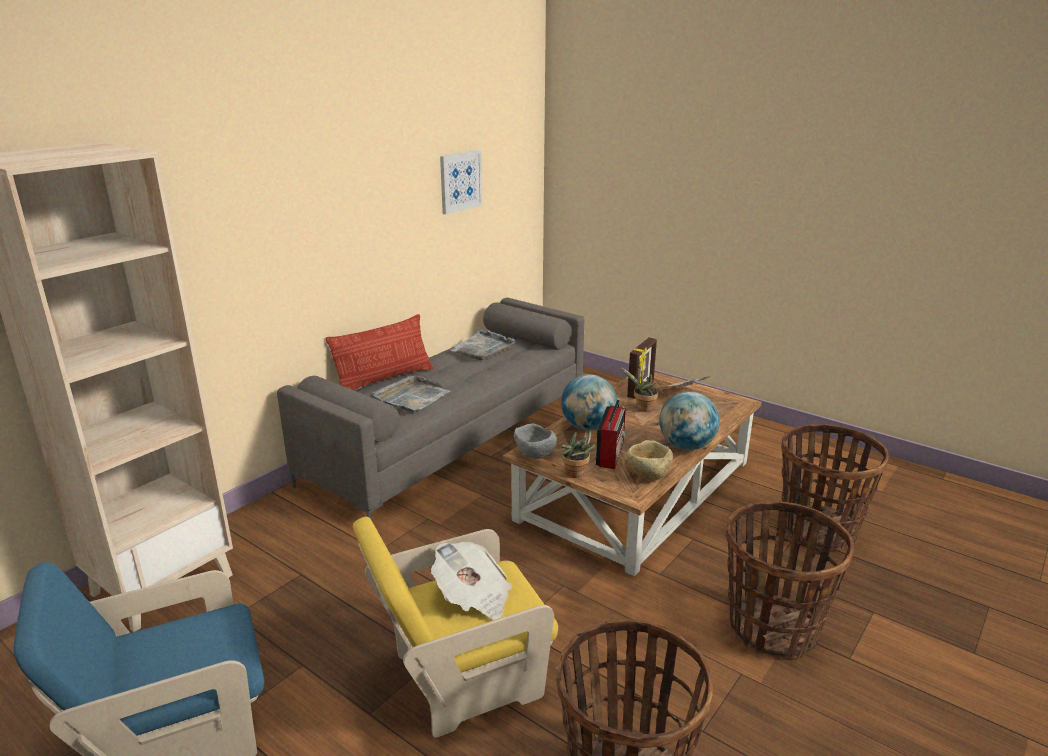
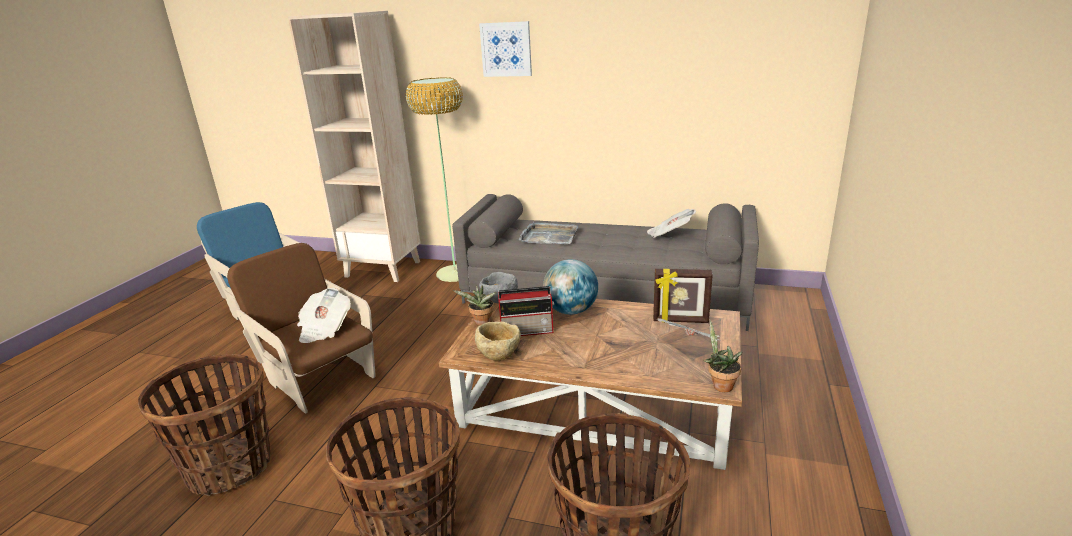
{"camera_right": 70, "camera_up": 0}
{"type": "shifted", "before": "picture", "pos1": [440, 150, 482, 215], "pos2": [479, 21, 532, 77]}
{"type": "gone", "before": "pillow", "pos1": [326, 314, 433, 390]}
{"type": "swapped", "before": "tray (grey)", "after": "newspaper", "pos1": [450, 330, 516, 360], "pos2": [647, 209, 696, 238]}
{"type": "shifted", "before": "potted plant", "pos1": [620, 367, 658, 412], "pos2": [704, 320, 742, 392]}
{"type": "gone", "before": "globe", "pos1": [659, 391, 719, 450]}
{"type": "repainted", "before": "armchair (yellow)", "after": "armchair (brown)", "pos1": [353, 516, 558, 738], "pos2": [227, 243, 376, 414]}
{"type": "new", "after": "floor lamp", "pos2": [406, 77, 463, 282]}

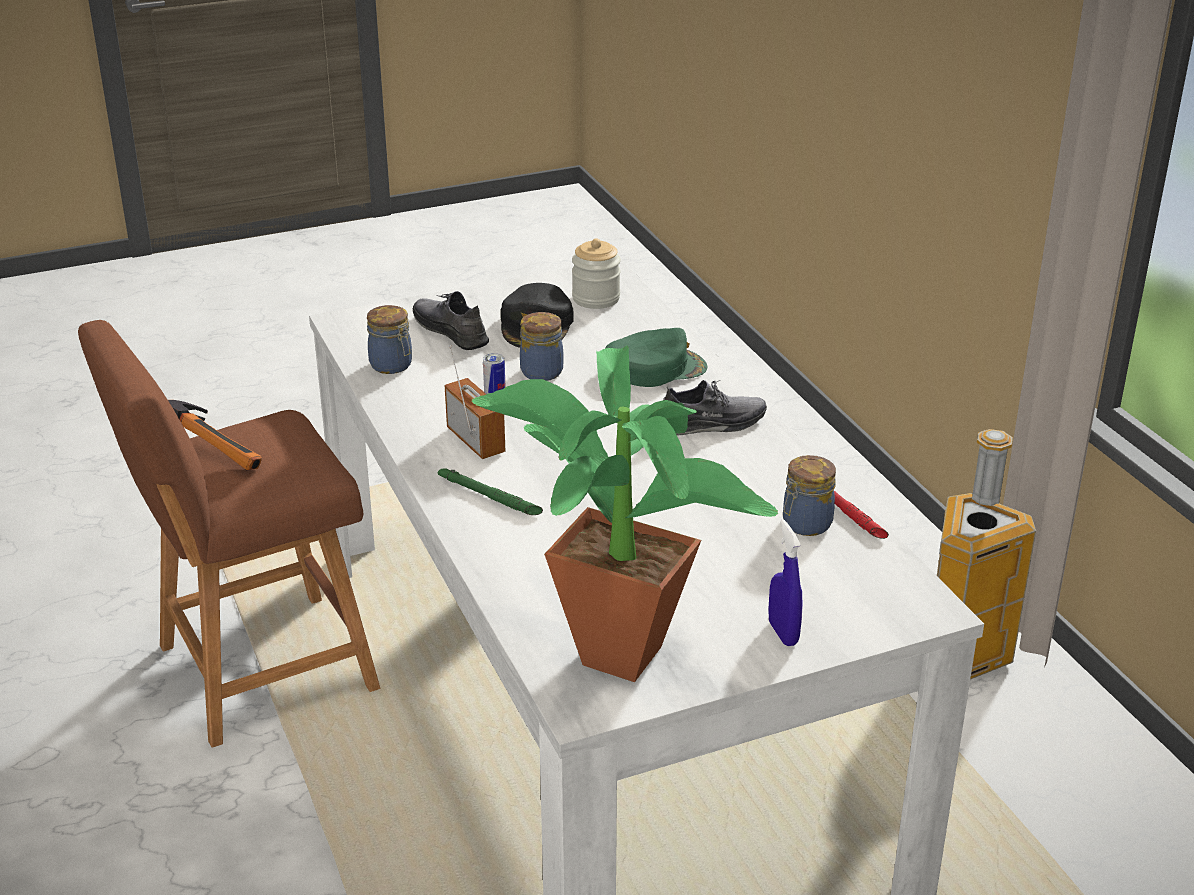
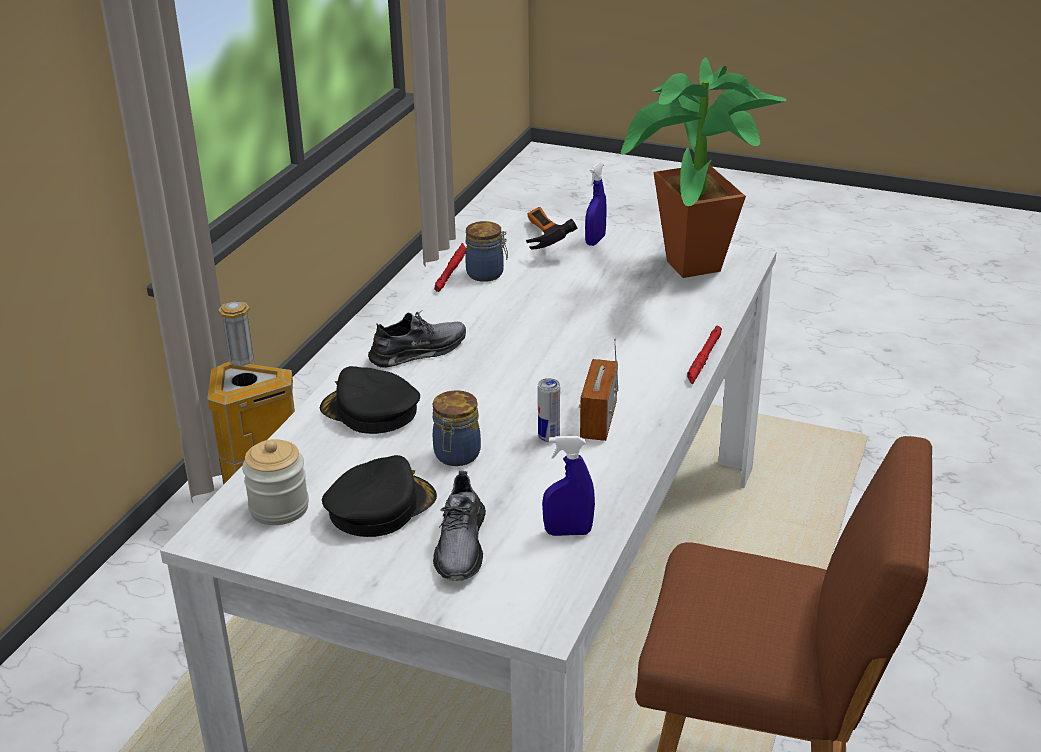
{"camera_right": -135, "camera_up": 0}
{"type": "swapped", "before": "jar", "after": "spray bottle (blue)", "pos1": [367, 305, 412, 374], "pos2": [542, 436, 595, 536]}
{"type": "repainted", "before": "cap (green)", "after": "cap (black)", "pos1": [605, 328, 708, 387], "pos2": [320, 366, 420, 434]}
{"type": "rotated", "before": "shoe (grey)", "pos1": [663, 380, 767, 435], "pos2": [368, 311, 466, 368], "turn": 120}
{"type": "shifted", "before": "hammer", "pos1": [168, 400, 262, 470], "pos2": [526, 207, 578, 249]}
{"type": "gone", "before": "flashlight (green)", "pos1": [438, 468, 543, 515]}
{"type": "new", "after": "flashlight (red)", "pos2": [687, 326, 722, 384]}

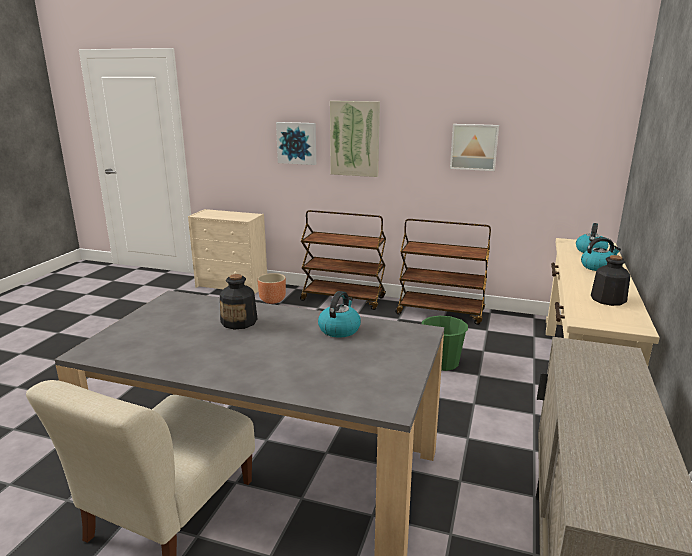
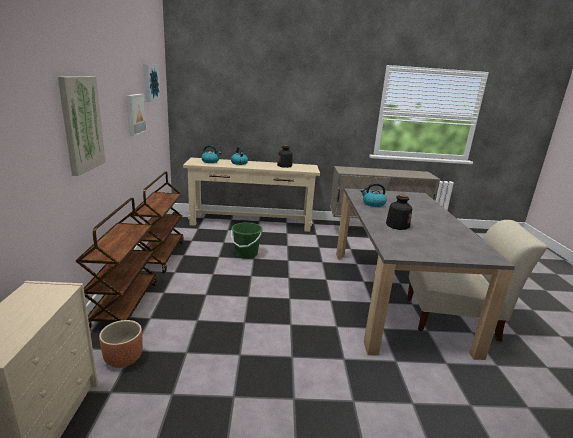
{"camera_right": -110, "camera_up": 0}
{"type": "shifted", "before": "picture", "pos1": [276, 122, 316, 165], "pos2": [143, 64, 161, 102]}

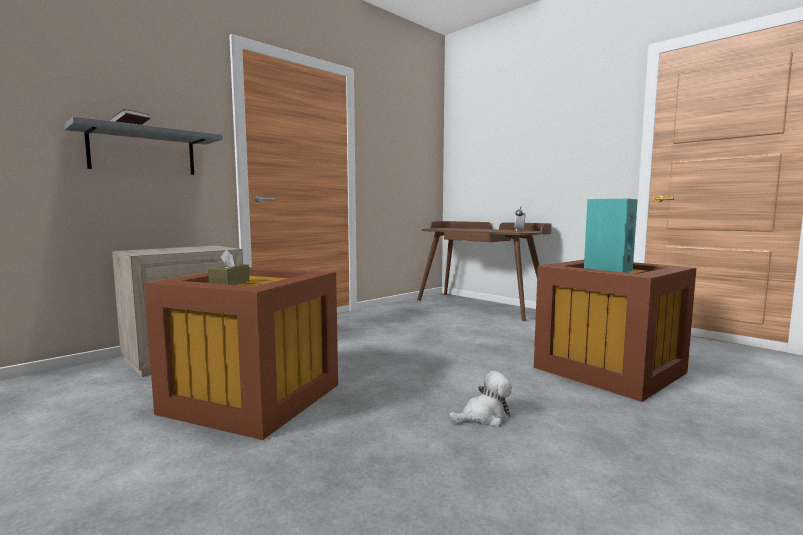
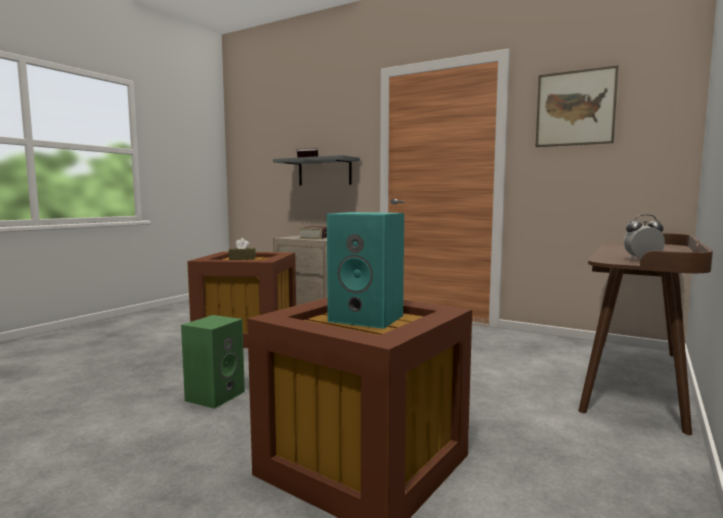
{"camera_right": 75, "camera_up": 0}
{"type": "swapped", "before": "plush toy", "after": "speaker (green)", "pos1": [449, 371, 512, 427], "pos2": [181, 315, 245, 409]}
{"type": "new", "after": "picture", "pos2": [536, 65, 618, 147]}
{"type": "new", "after": "book", "pos2": [299, 226, 327, 239]}

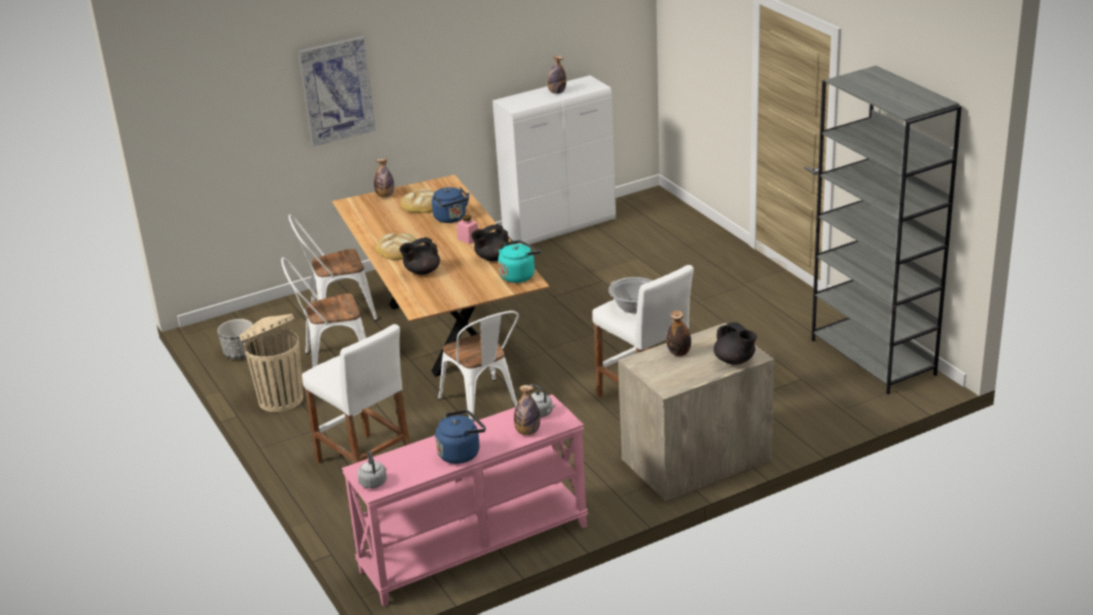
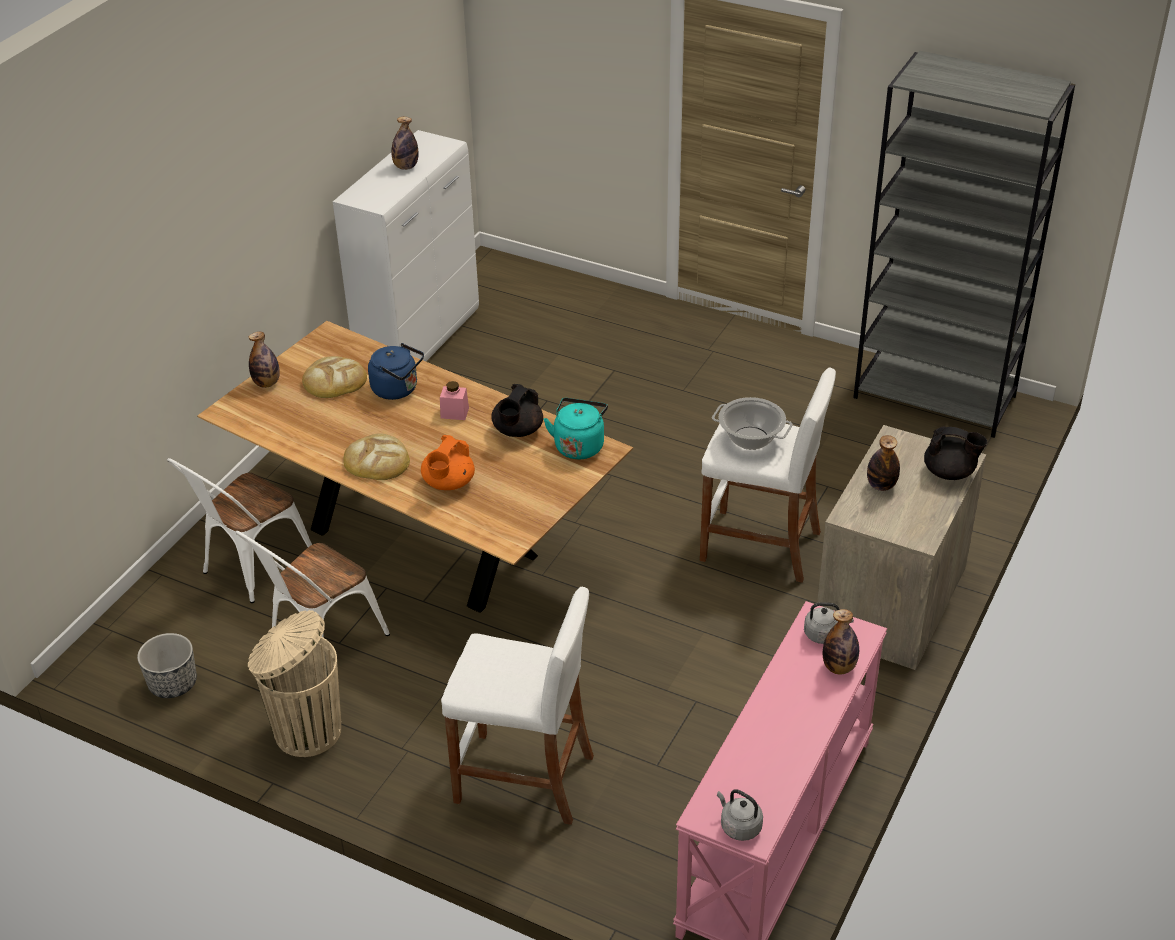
{"camera_right": -35, "camera_up": 10}
{"type": "gone", "before": "picture", "pos1": [298, 36, 376, 146]}
{"type": "repainted", "before": "teapot (black)", "after": "teapot (orange)", "pos1": [400, 237, 440, 275], "pos2": [421, 435, 475, 490]}
{"type": "gone", "before": "chair (white)", "pos1": [438, 311, 519, 421]}
{"type": "gone", "before": "kettle (blue)", "pos1": [435, 410, 486, 464]}

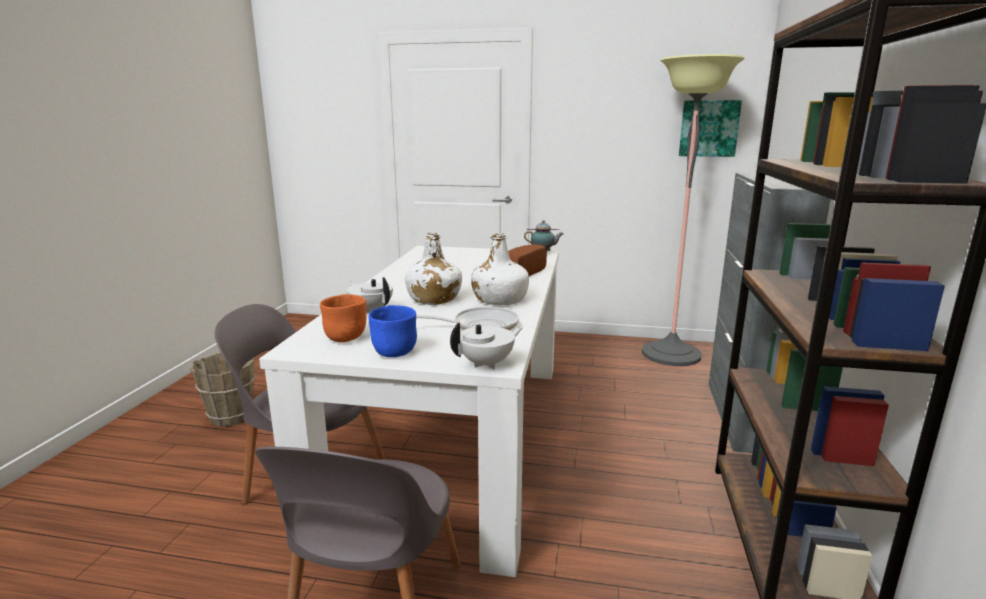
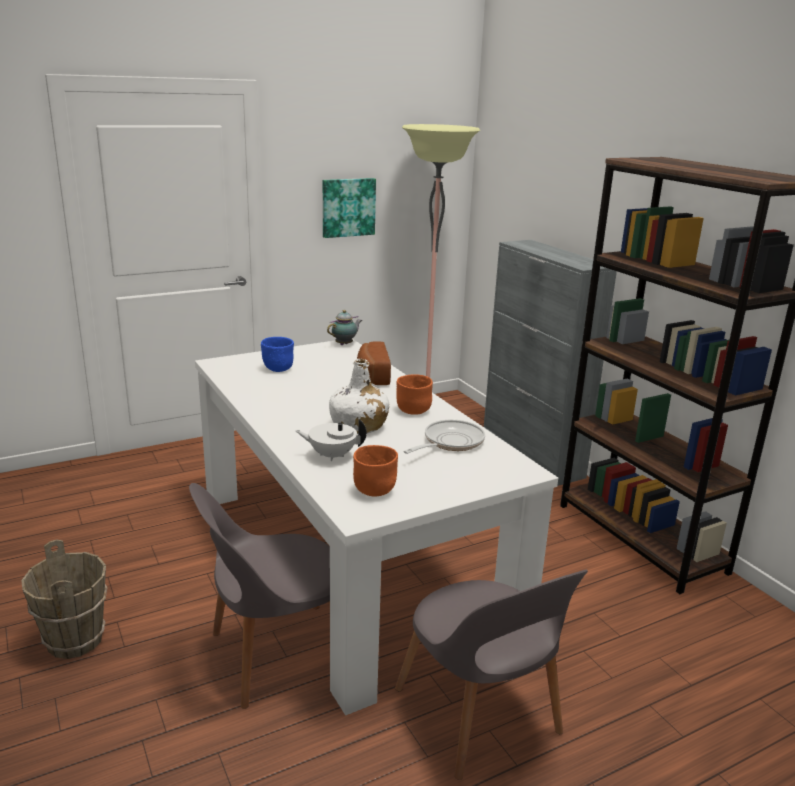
{"camera_right": -40, "camera_up": 5}
{"type": "shifted", "before": "picture", "pos1": [679, 100, 742, 157], "pos2": [323, 178, 376, 238]}
{"type": "swapped", "before": "bottle (white)", "after": "bowl (orange)", "pos1": [471, 233, 529, 305], "pos2": [396, 374, 433, 415]}
{"type": "shifted", "before": "bowl (blue)", "pos1": [369, 305, 417, 357], "pos2": [261, 337, 294, 372]}
{"type": "gone", "before": "teapot (white)", "pos1": [450, 322, 523, 370]}

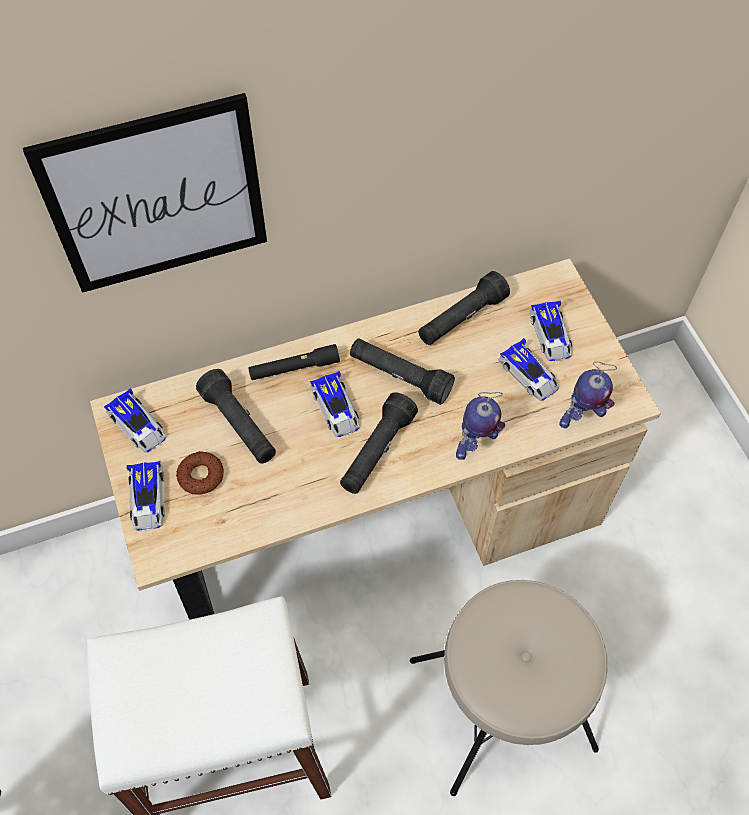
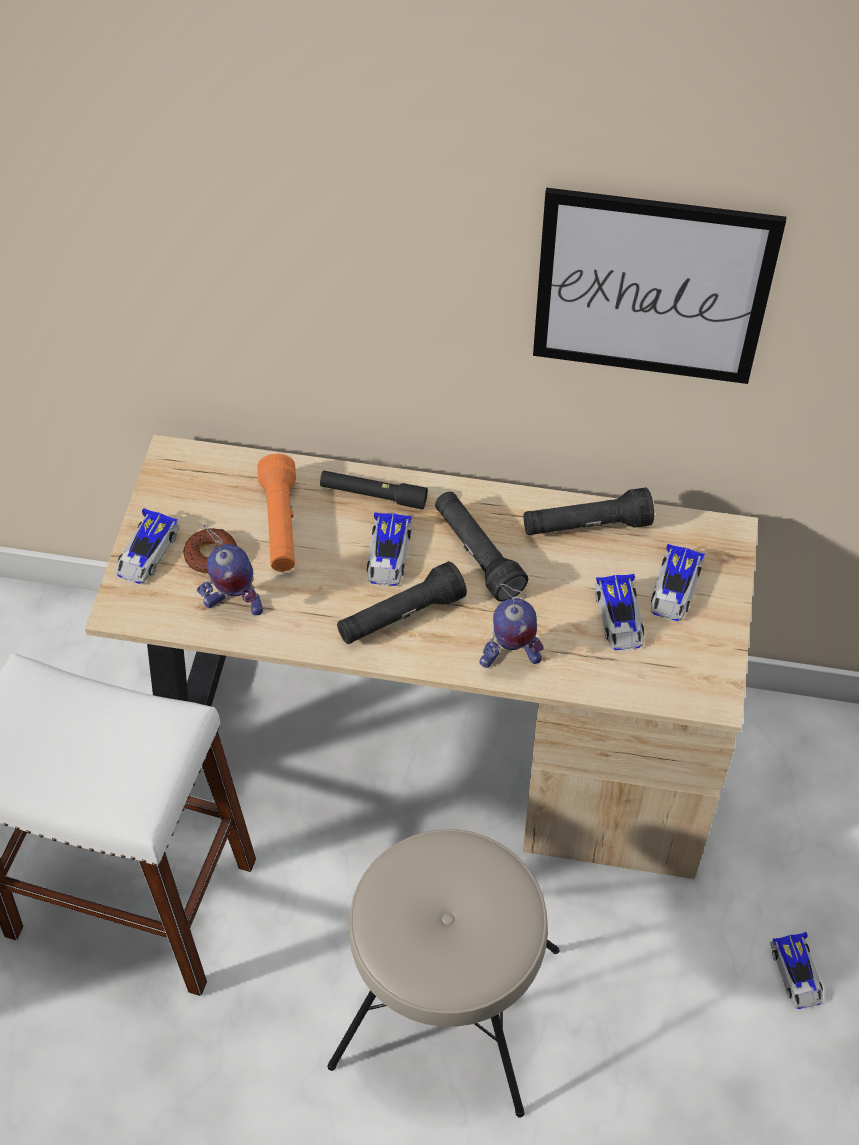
{"camera_right": 30, "camera_up": -5}
{"type": "shifted", "before": "picture", "pos1": [23, 93, 267, 293], "pos2": [533, 188, 786, 384]}
{"type": "shifted", "before": "toy robot", "pos1": [559, 362, 617, 429], "pos2": [197, 525, 263, 616]}
{"type": "repainted", "before": "flashlight (black)", "after": "flashlight (orange)", "pos1": [196, 369, 276, 463], "pos2": [257, 454, 296, 572]}
{"type": "shifted", "before": "toy car", "pos1": [104, 388, 166, 452], "pos2": [770, 932, 823, 1009]}

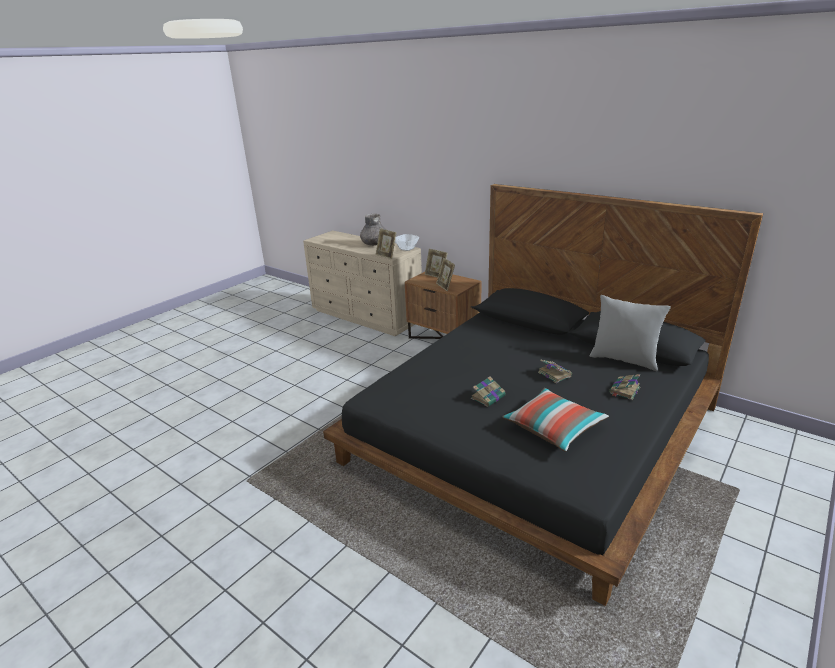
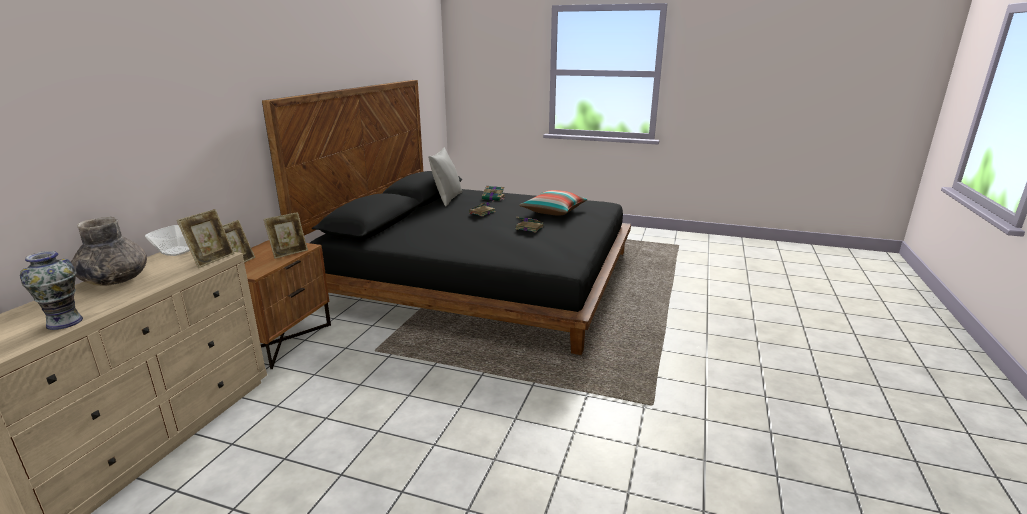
{"camera_right": -110, "camera_up": -5}
{"type": "new", "after": "vase", "pos2": [20, 251, 83, 330]}

